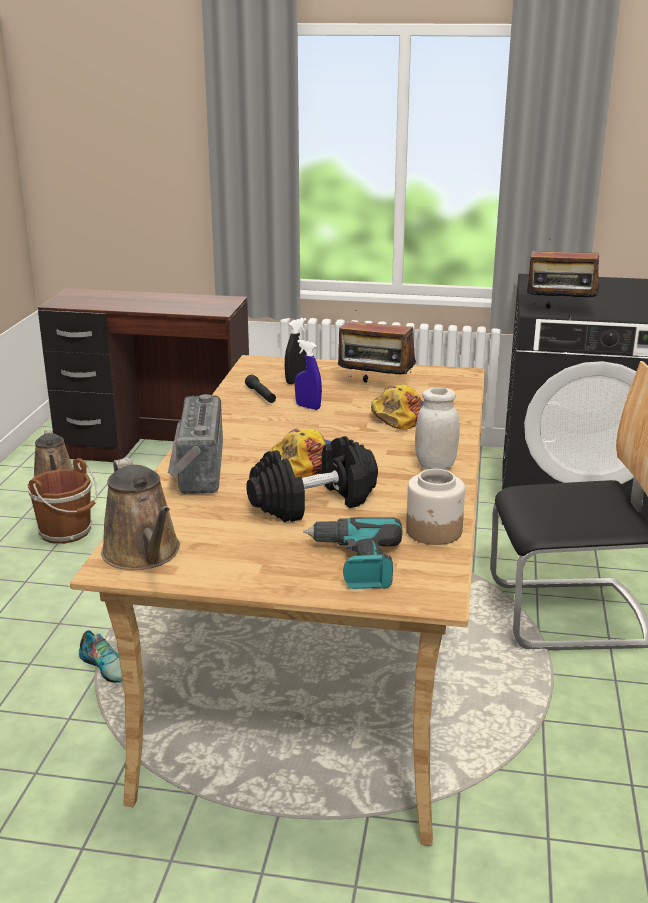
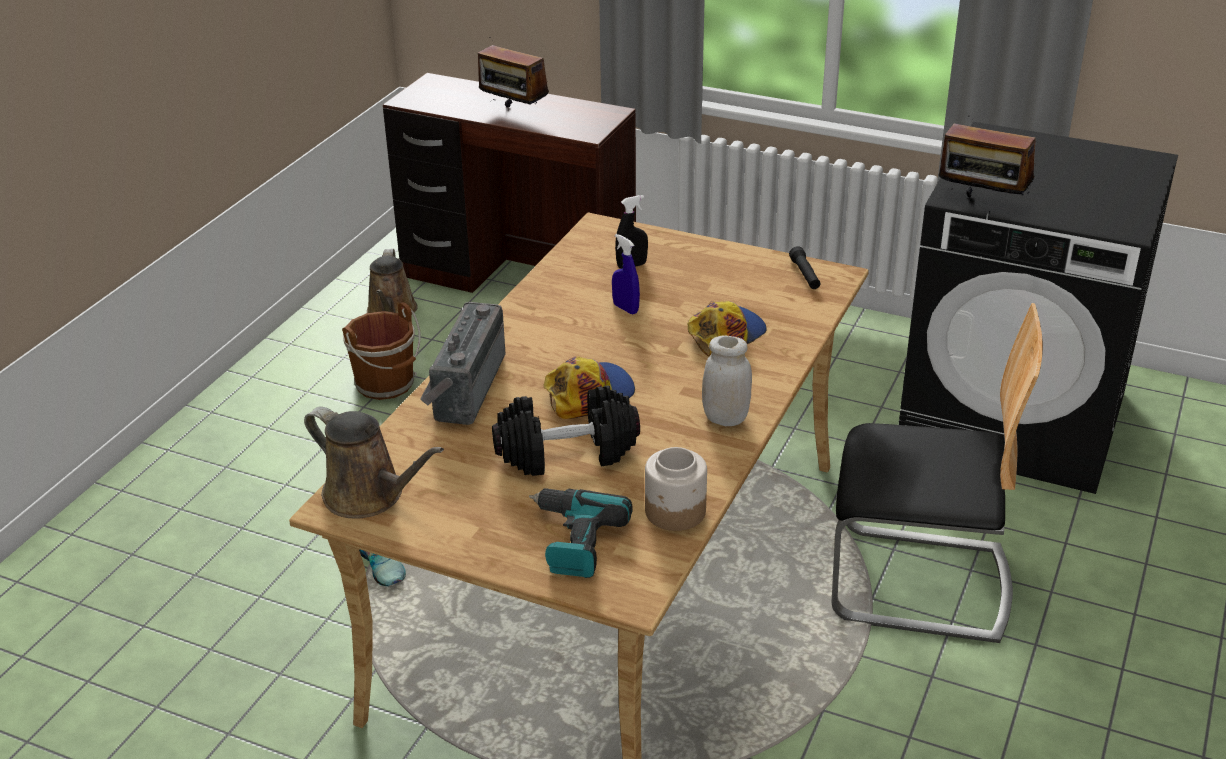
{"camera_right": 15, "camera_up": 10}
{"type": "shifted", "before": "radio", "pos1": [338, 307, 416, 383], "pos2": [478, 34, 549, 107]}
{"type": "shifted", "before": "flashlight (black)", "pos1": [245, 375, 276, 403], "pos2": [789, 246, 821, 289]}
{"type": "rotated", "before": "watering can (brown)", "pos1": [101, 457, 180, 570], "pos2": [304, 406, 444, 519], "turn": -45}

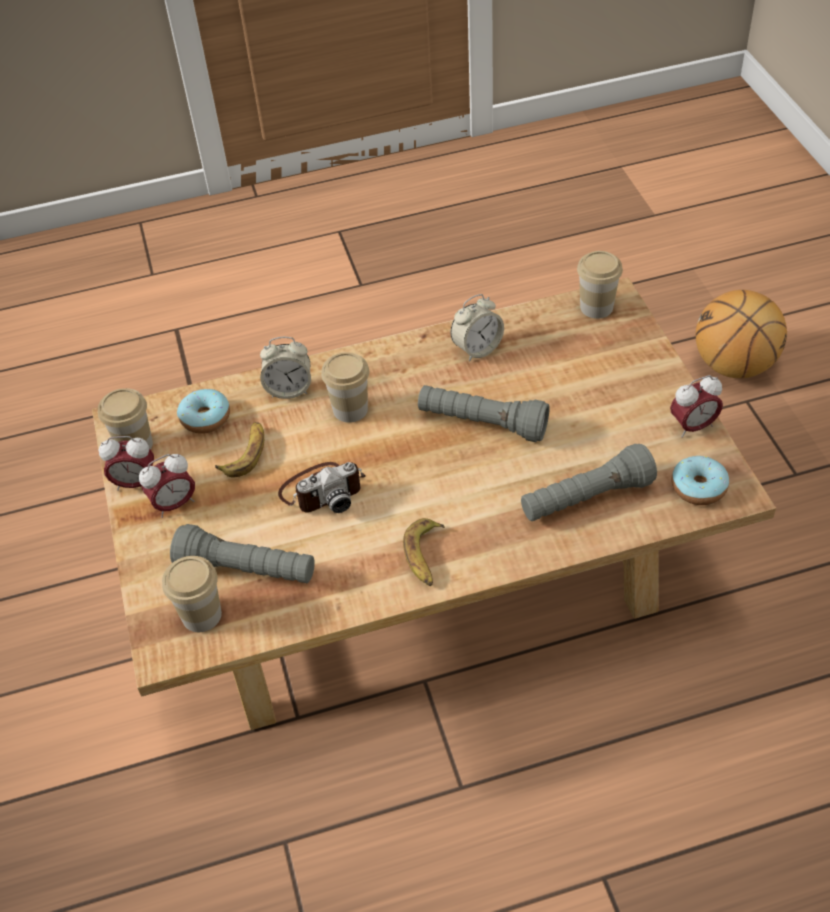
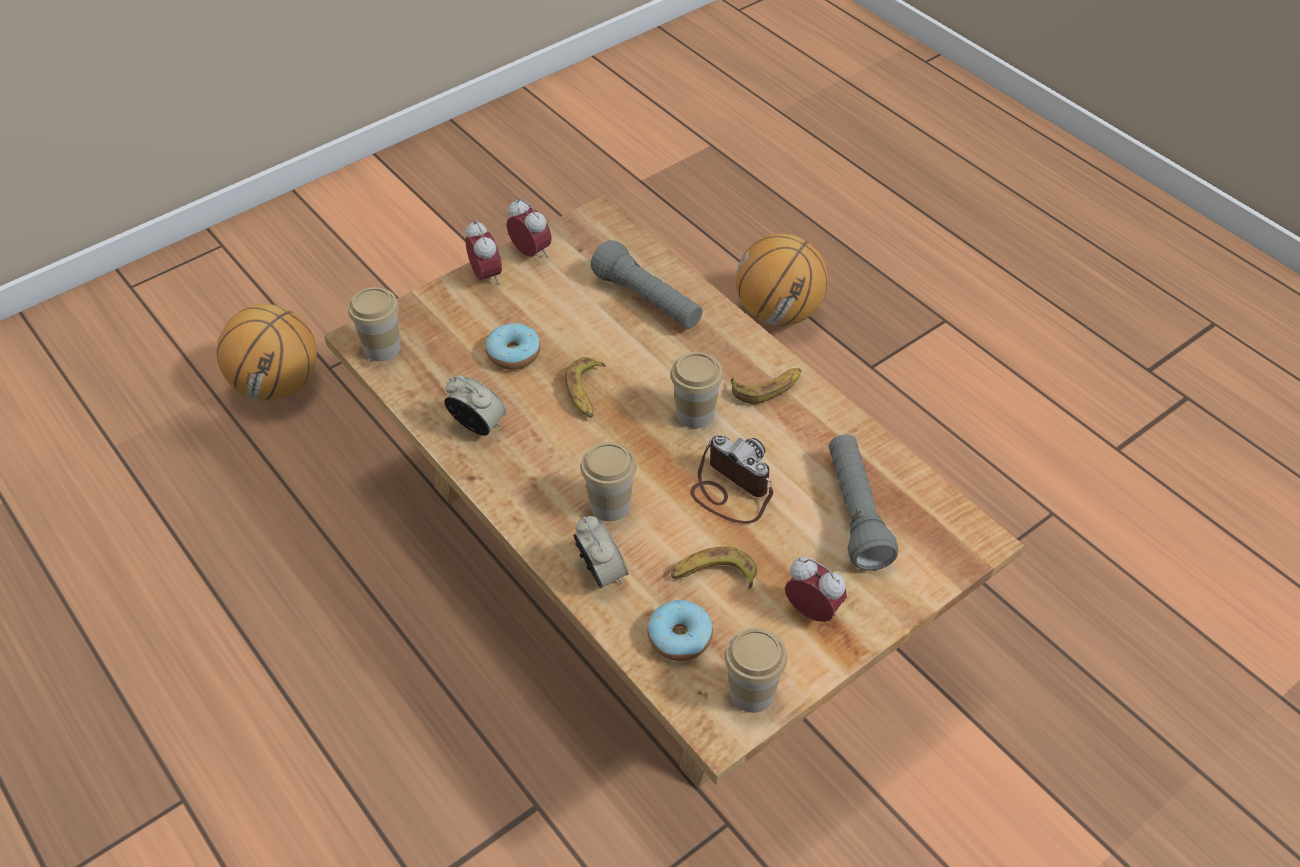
{"camera_right": -115, "camera_up": 0}
{"type": "swapped", "before": "flashlight (grey)", "after": "banana", "pos1": [418, 385, 549, 442], "pos2": [565, 357, 606, 418]}
{"type": "shifted", "before": "alarm clock", "pos1": [99, 436, 154, 491], "pos2": [465, 220, 502, 285]}
{"type": "shifted", "before": "donut", "pos1": [671, 456, 729, 505], "pos2": [486, 323, 540, 370]}
{"type": "shifted", "before": "cup", "pos1": [162, 556, 222, 632], "pos2": [670, 352, 723, 429]}
{"type": "new", "after": "basketball", "pos2": [736, 234, 828, 326]}

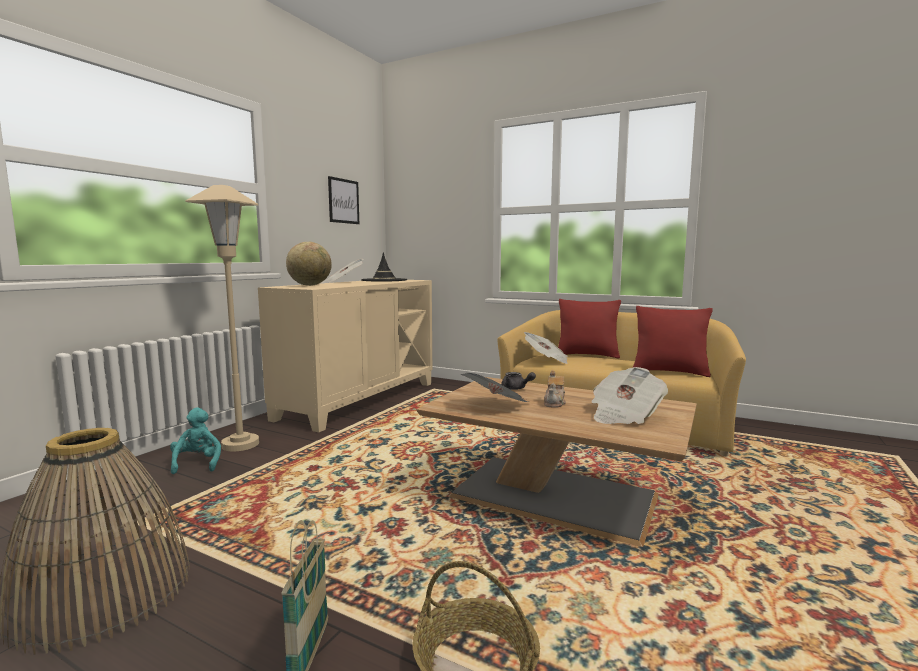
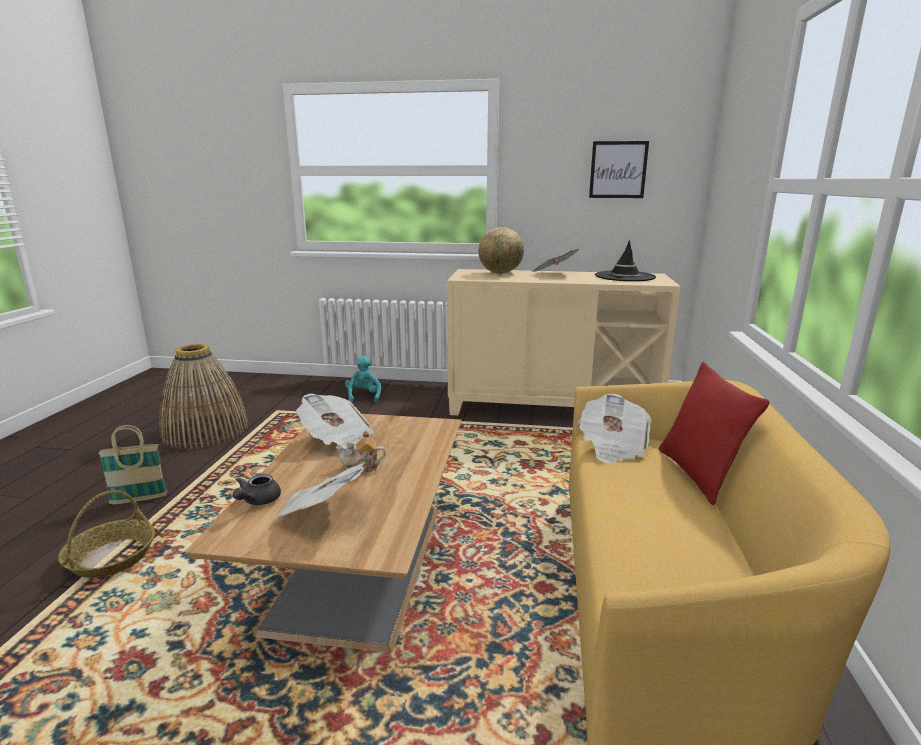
{"camera_right": 70, "camera_up": 10}
{"type": "gone", "before": "floor lamp (beige)", "pos1": [185, 185, 259, 451]}
{"type": "gone", "before": "pillow (red)", "pos1": [633, 306, 713, 377]}
{"type": "shifted", "before": "teapot (grey)", "pos1": [501, 372, 536, 390], "pos2": [233, 474, 281, 505]}
{"type": "rotated", "before": "plush toy (turquoise)", "pos1": [170, 408, 221, 474], "pos2": [345, 356, 381, 403], "turn": -60}

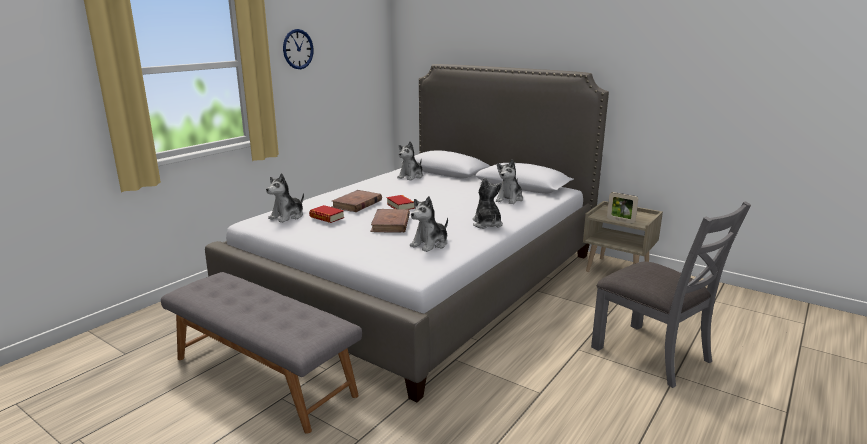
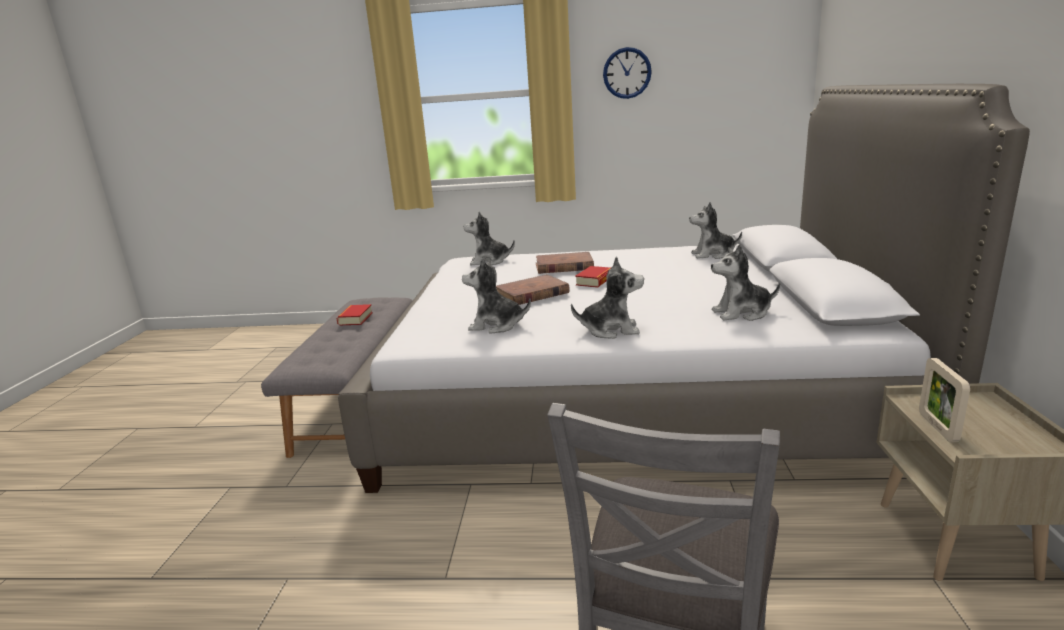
{"camera_right": 60, "camera_up": 0}
{"type": "rotated", "before": "plush toy", "pos1": [473, 177, 503, 229], "pos2": [571, 256, 644, 339], "turn": 45}
{"type": "shifted", "before": "book", "pos1": [309, 205, 344, 223], "pos2": [336, 304, 373, 325]}

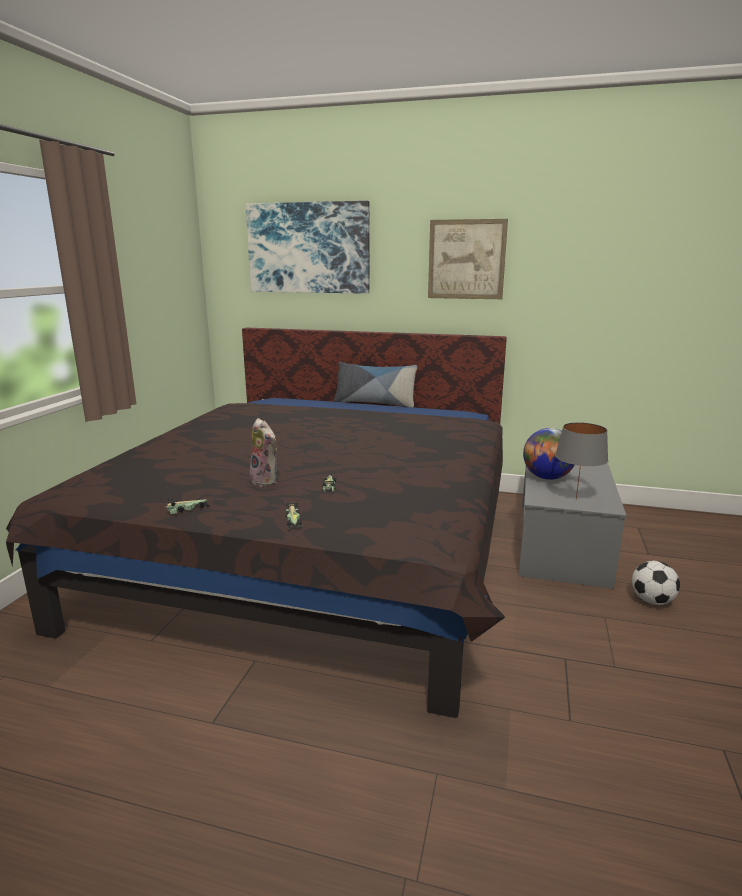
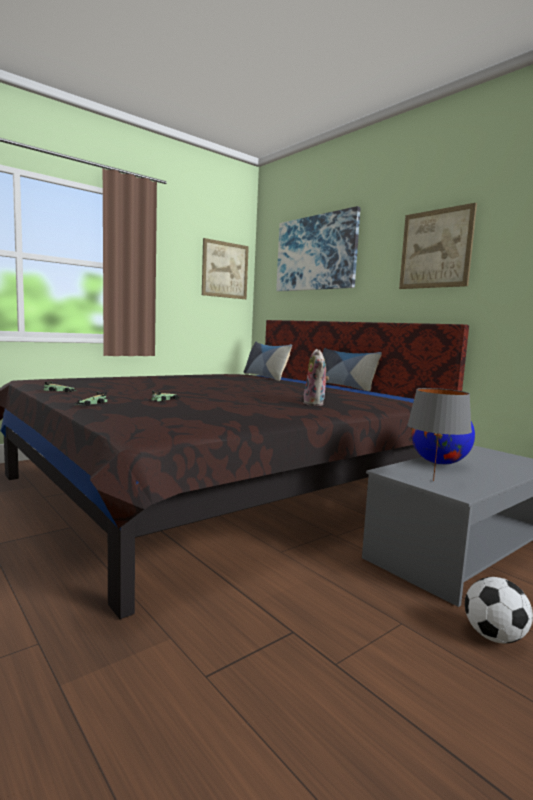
{"camera_right": 35, "camera_up": -10}
{"type": "shifted", "before": "plush toy", "pos1": [250, 418, 277, 486], "pos2": [302, 349, 329, 406]}
{"type": "new", "after": "picture", "pos2": [202, 238, 249, 299]}
{"type": "new", "after": "pillow", "pos2": [244, 342, 292, 381]}

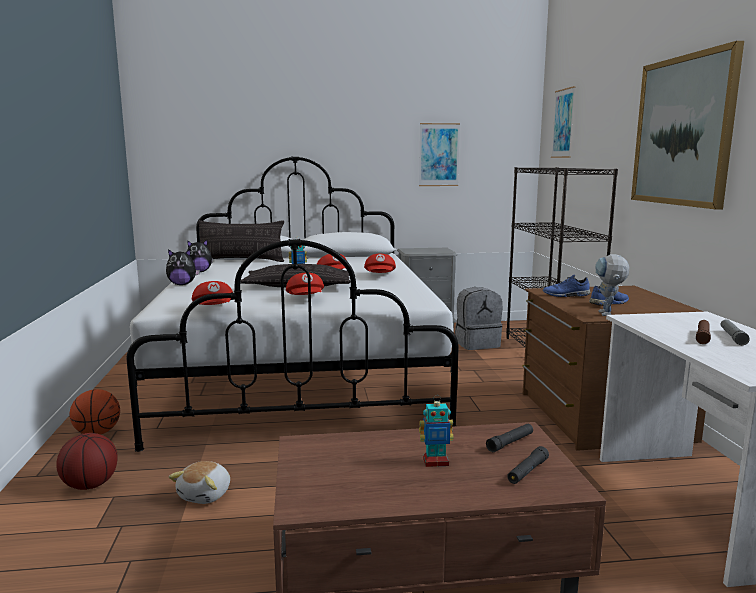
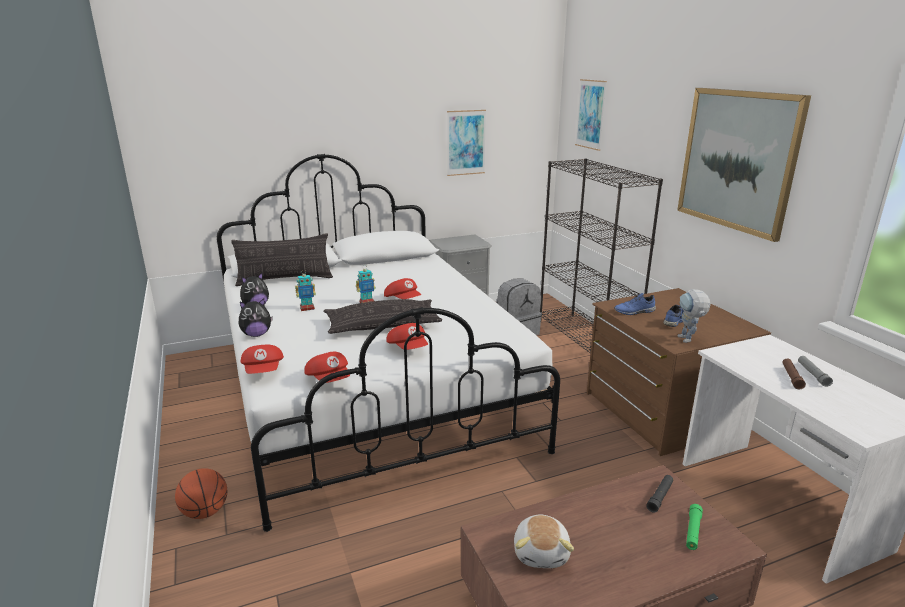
{"camera_right": -15, "camera_up": 10}
{"type": "shifted", "before": "cap (red)", "pos1": [364, 254, 396, 273], "pos2": [241, 345, 284, 374]}
{"type": "shifted", "before": "toy robot", "pos1": [419, 395, 454, 467], "pos2": [295, 270, 316, 311]}
{"type": "gone", "before": "basketball", "pos1": [56, 433, 118, 490]}
{"type": "repainted", "before": "flashlight (black)", "after": "flashlight (green)", "pos1": [507, 446, 549, 484], "pos2": [686, 504, 703, 550]}
{"type": "shifted", "before": "plush toy", "pos1": [169, 461, 230, 504], "pos2": [514, 514, 574, 568]}

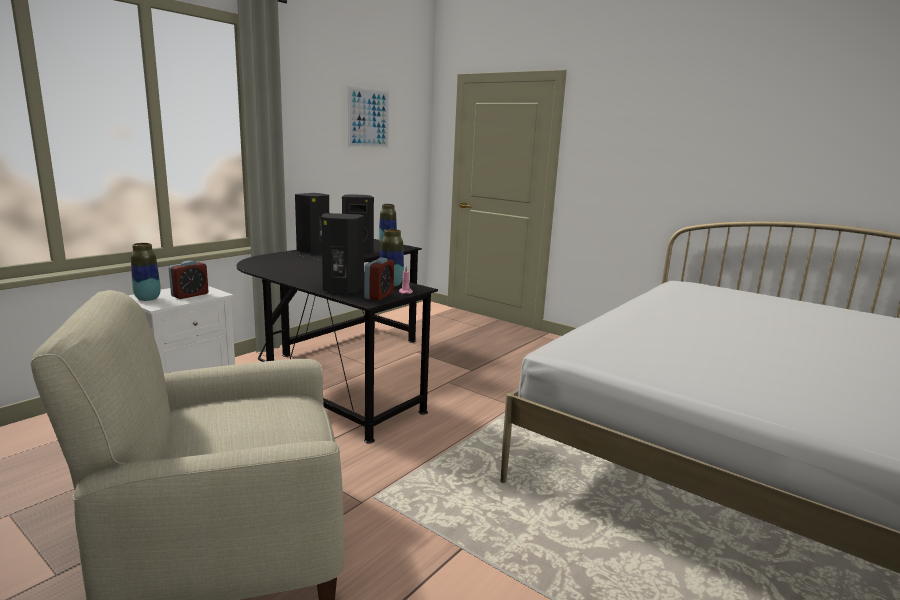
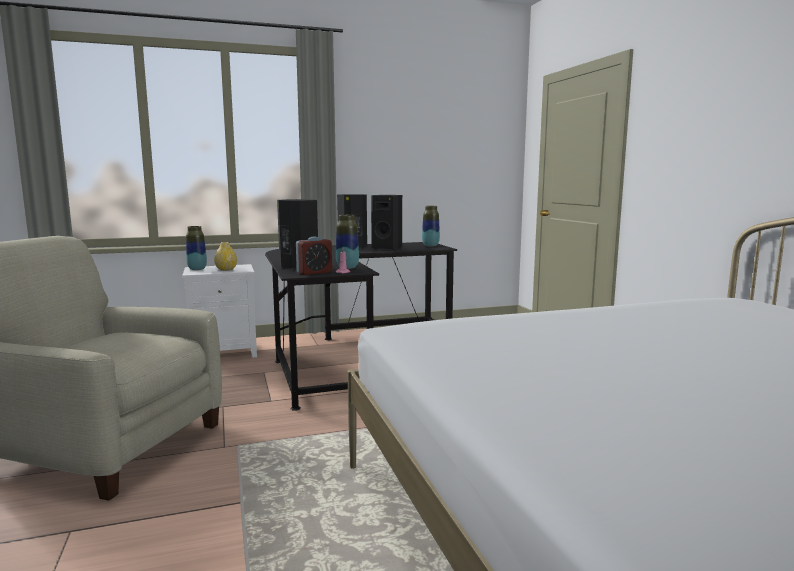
{"camera_right": 35, "camera_up": -5}
{"type": "gone", "before": "picture", "pos1": [348, 86, 389, 148]}
{"type": "swapped", "before": "alarm clock", "after": "vase (yellow)", "pos1": [169, 261, 209, 299], "pos2": [214, 242, 237, 271]}

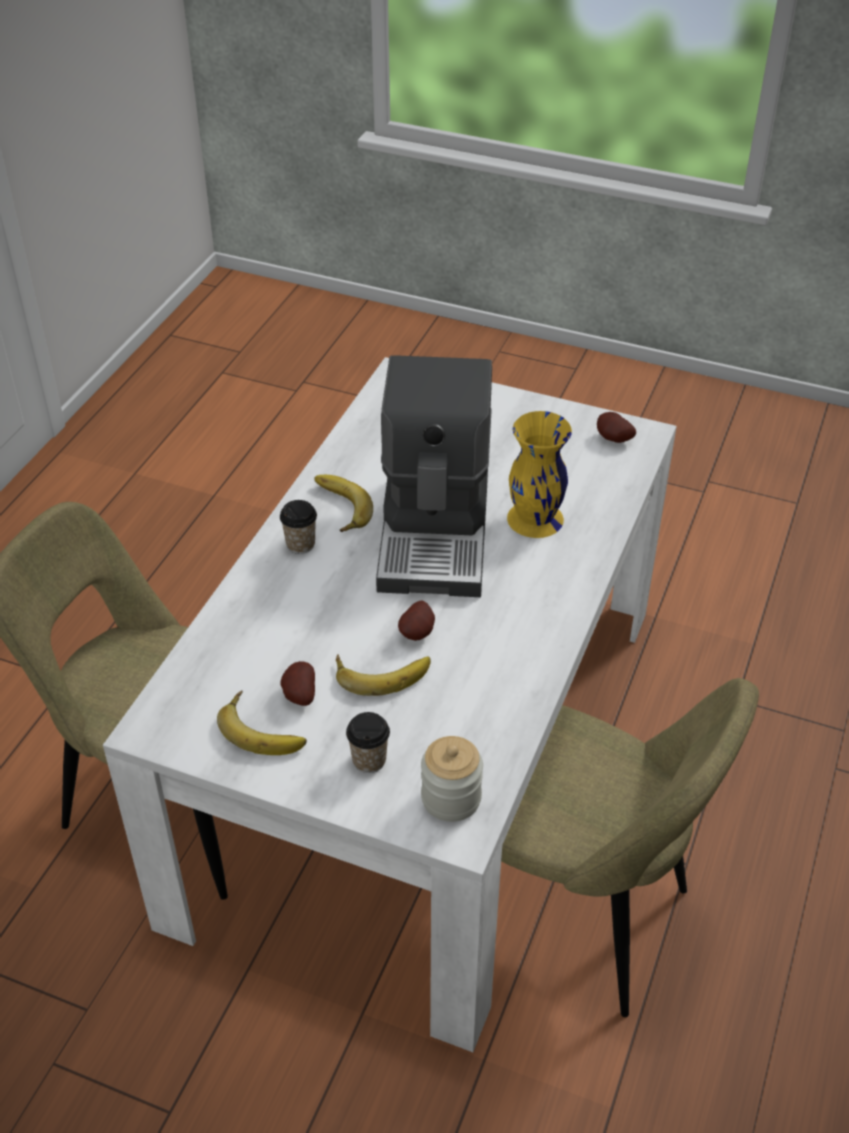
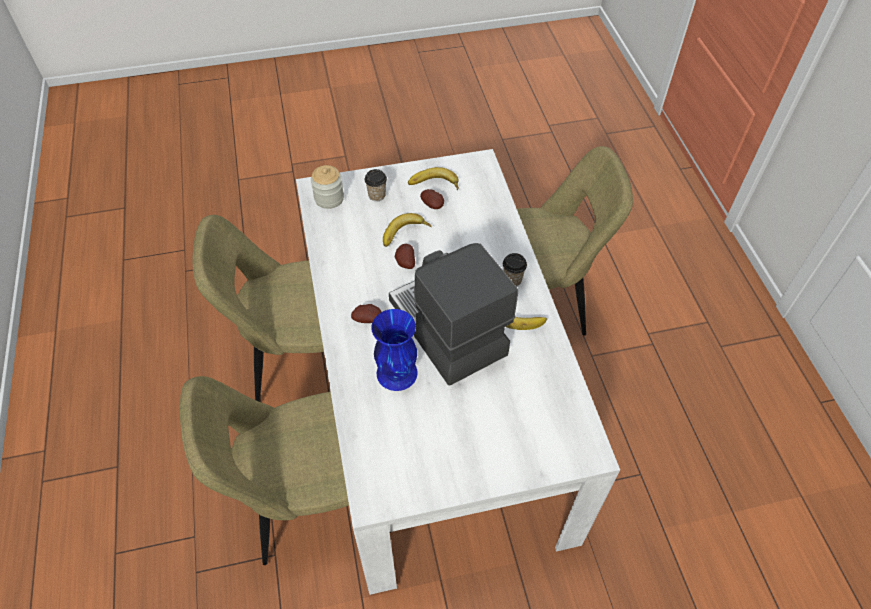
{"camera_right": 145, "camera_up": 10}
{"type": "repainted", "before": "vase (yellow)", "after": "vase (blue)", "pos1": [507, 411, 572, 538], "pos2": [371, 309, 418, 391]}
{"type": "shifted", "before": "potato", "pos1": [597, 412, 636, 443], "pos2": [351, 304, 381, 323]}
{"type": "new", "after": "chair (beige)", "pos2": [180, 376, 349, 565]}

